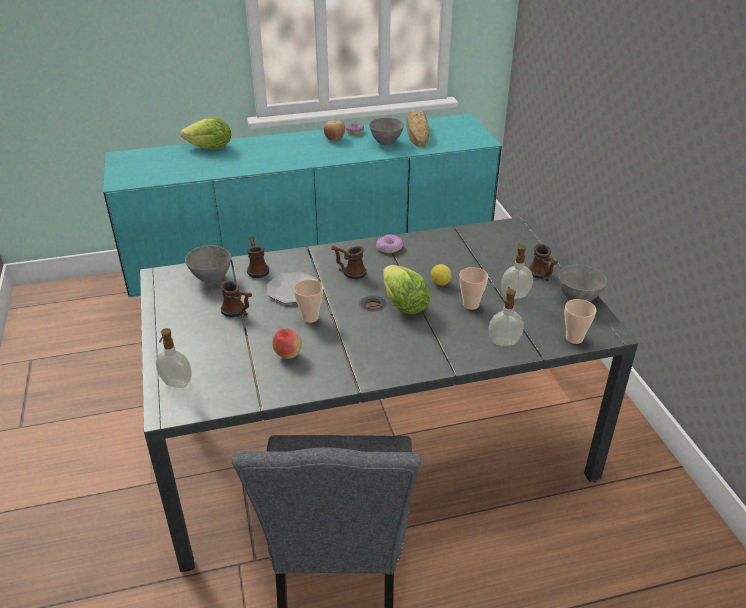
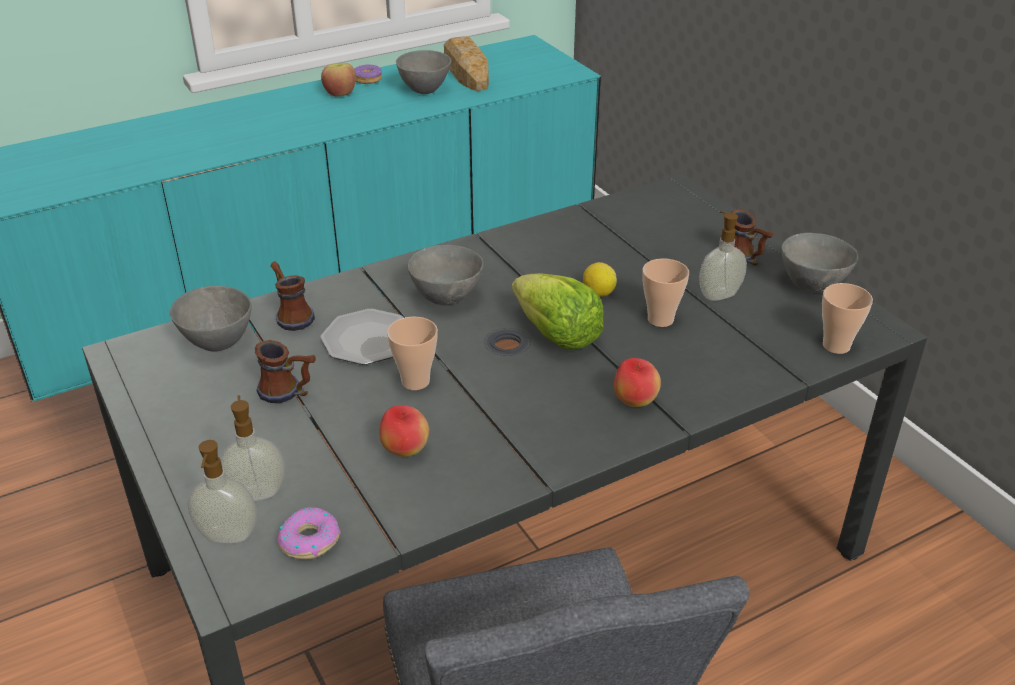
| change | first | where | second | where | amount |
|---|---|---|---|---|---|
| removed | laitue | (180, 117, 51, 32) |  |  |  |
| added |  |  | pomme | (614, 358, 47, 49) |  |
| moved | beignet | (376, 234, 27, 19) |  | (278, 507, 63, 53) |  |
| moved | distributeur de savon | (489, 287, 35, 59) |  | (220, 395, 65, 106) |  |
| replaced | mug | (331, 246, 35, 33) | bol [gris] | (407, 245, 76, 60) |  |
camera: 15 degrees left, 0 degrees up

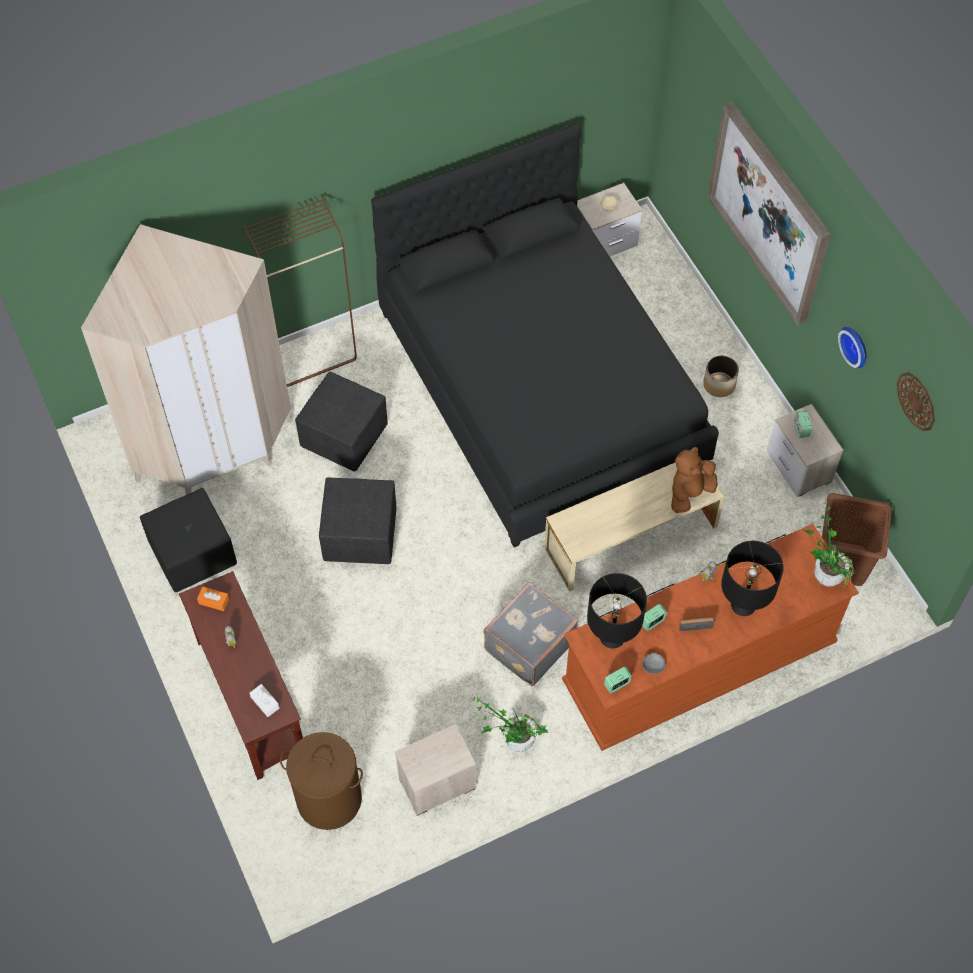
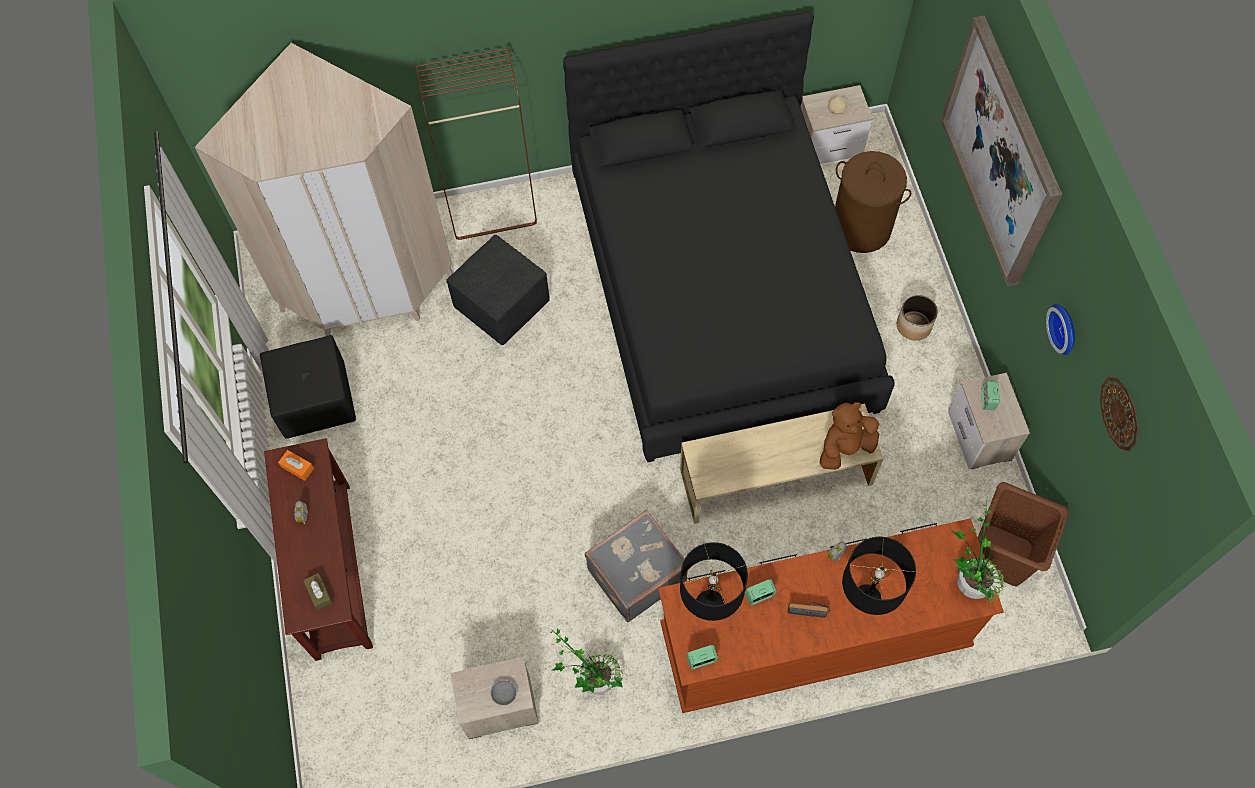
| change | first | where | second | where | amount |
|---|---|---|---|---|---|
| removed | pouf [noir] | (319, 477, 77, 87) |  |  |  |
| moved | panier à linge [marron] | (280, 732, 83, 98) |  | (835, 151, 76, 102) |  |
| moved | bol [gris] | (642, 653, 23, 21) |  | (491, 681, 25, 24) |  |
| recoloured | boîte à mouchoirs [blanc] | (250, 684, 30, 33) | boîte à mouchoirs [marron] | (303, 573, 30, 37) |  |
camera: 15 degrees right, 5 degrees up

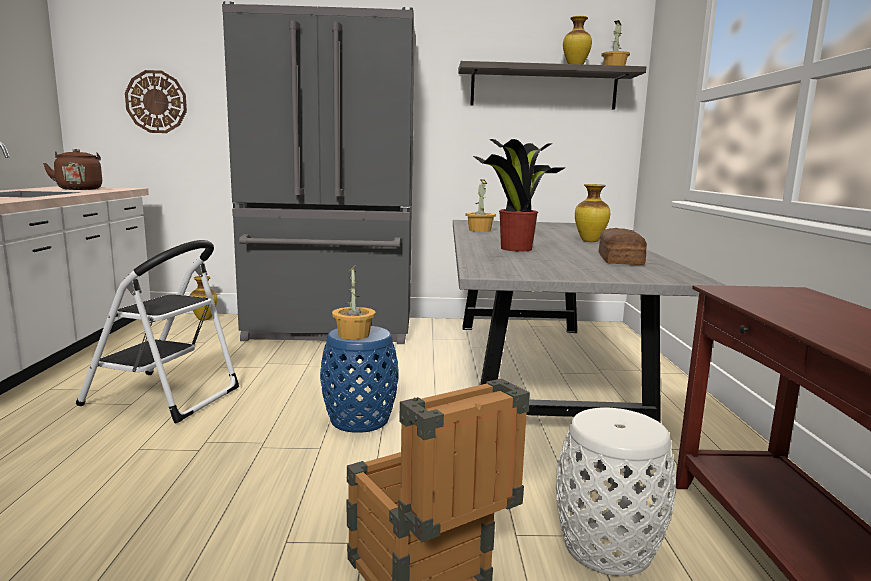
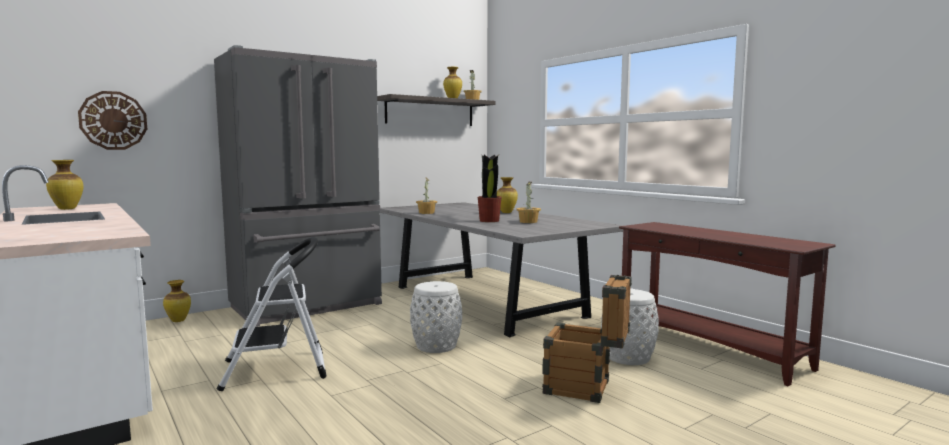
| change | first | where | second | where | amount |
|---|---|---|---|---|---|
| removed | pain | (599, 228, 48, 37) |  |  |  |
| moved | plante en pot | (332, 266, 44, 74) |  | (516, 182, 25, 41) |  |
| replaced | bouilloire [marron] | (43, 149, 59, 41) | vase | (46, 160, 37, 50) |  |
| recoloured | tabouret [bleu] | (320, 326, 79, 107) | tabouret [blanc] | (410, 281, 52, 72) |  |
camera: 35 degrees left, 5 degrees down

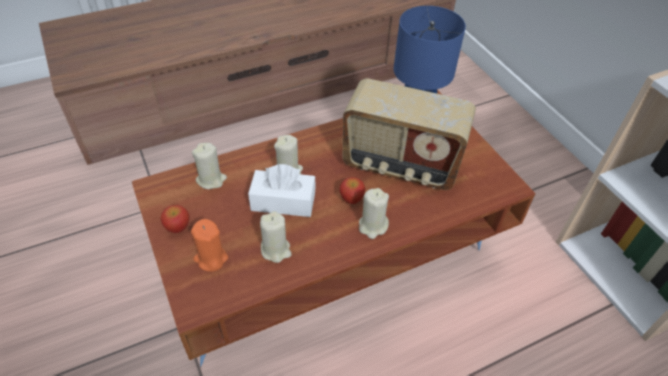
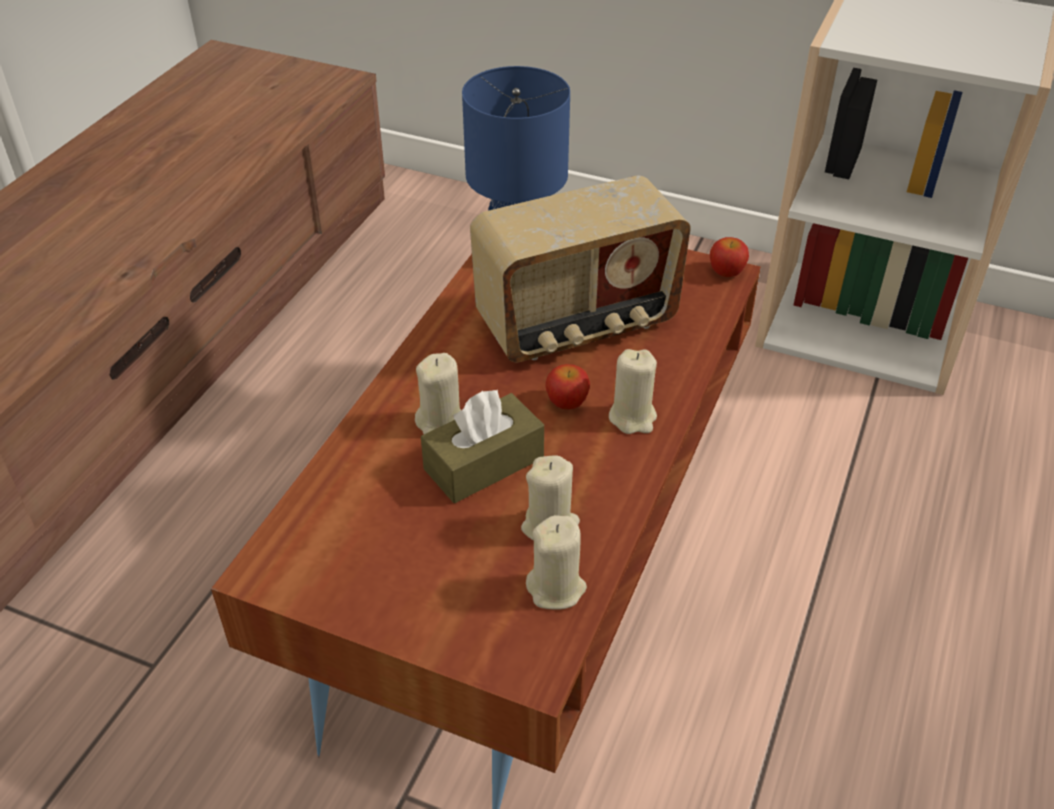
| change | first | where | second | where | amount |
|---|---|---|---|---|---|
| removed | bougie [orange] | (191, 219, 37, 53) |  |  |  |
| moved | pomme | (160, 205, 30, 28) |  | (710, 237, 39, 40) |  |
| moved | bougie [beige] | (192, 143, 35, 46) |  | (526, 515, 61, 95) |  |
| recoloured | boîte à mouchoirs [blanc] | (248, 164, 68, 53) | boîte à mouchoirs [marron] | (421, 390, 123, 113) |  |
camera: 40 degrees left, 5 degrees down

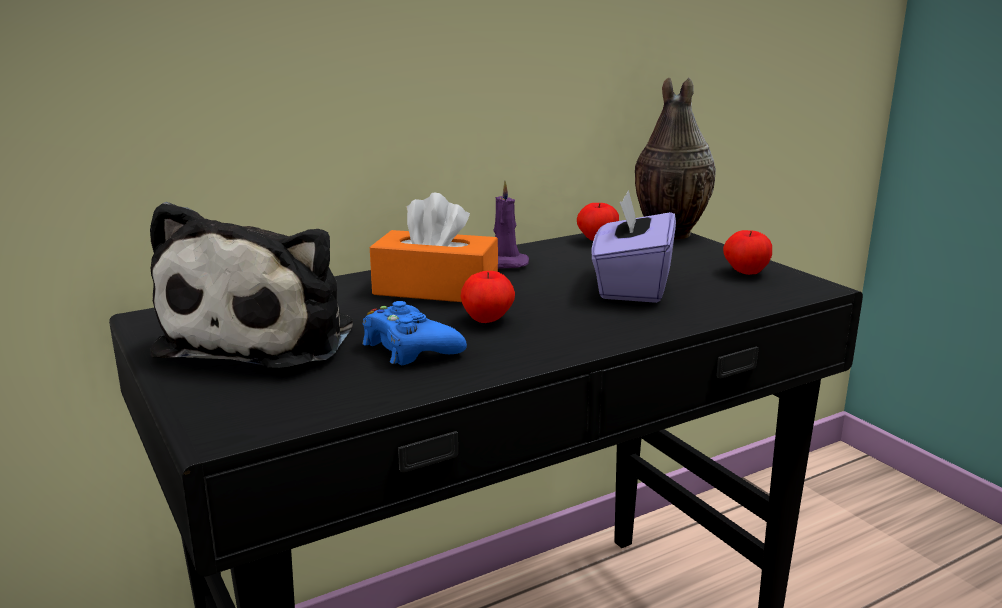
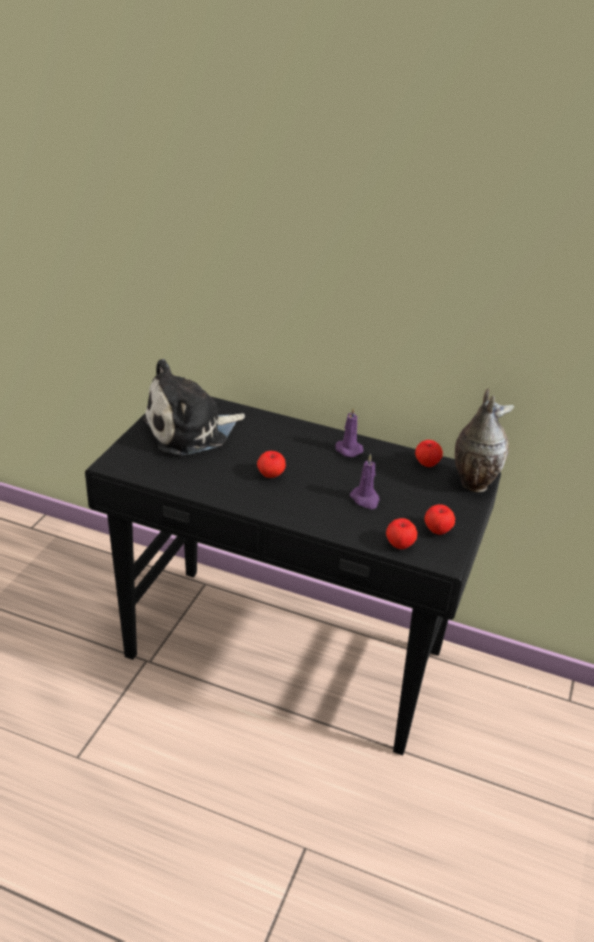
| change | first | where | second | where | amount |
|---|---|---|---|---|---|
| removed | manette [bleu] | (362, 301, 105, 64) |  |  |  |
| removed | boîte à mouchoirs [orange] | (370, 192, 128, 110) |  |  |  |
| added |  |  | pomme | (386, 518, 32, 31) |  |
| replaced | boîte à mouchoirs [violet] | (592, 190, 84, 113) | bougie [violet] | (350, 454, 30, 55) |  |
camera: 50 degrees right, 15 degrees up

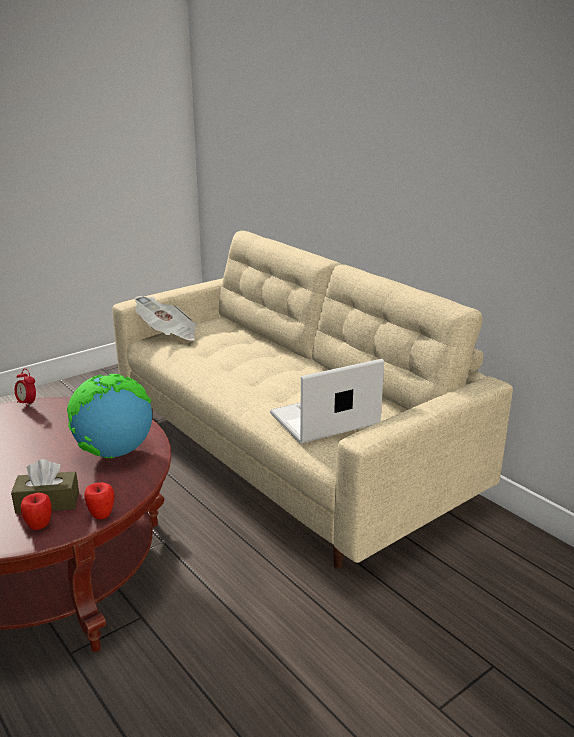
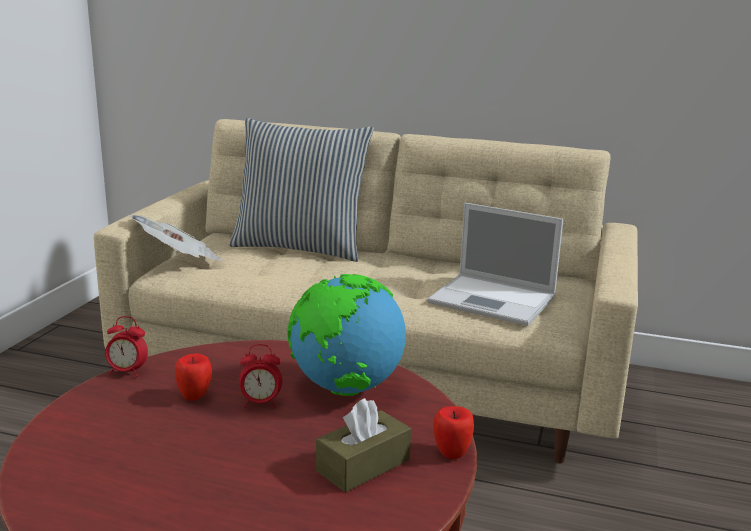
| change | first | where | second | where | amount |
|---|---|---|---|---|---|
| added |  |  | coussin | (229, 118, 145, 144) |  |
| added |  |  | réveil | (239, 344, 43, 64) |  |
| moved | pomme | (21, 493, 31, 37) |  | (175, 354, 37, 47) |  |
| turned | ordinateur portable | (270, 359, 114, 85) |  | (427, 203, 136, 123) | 90 degrees counterclockwise |
camera: 35 degrees left, 5 degrees down

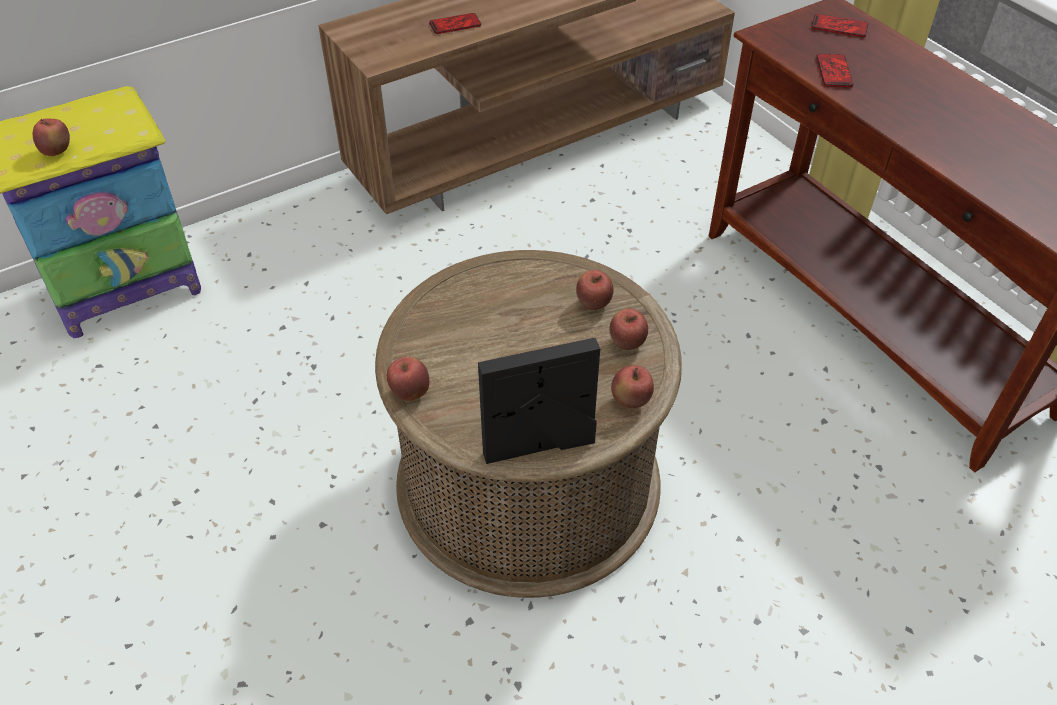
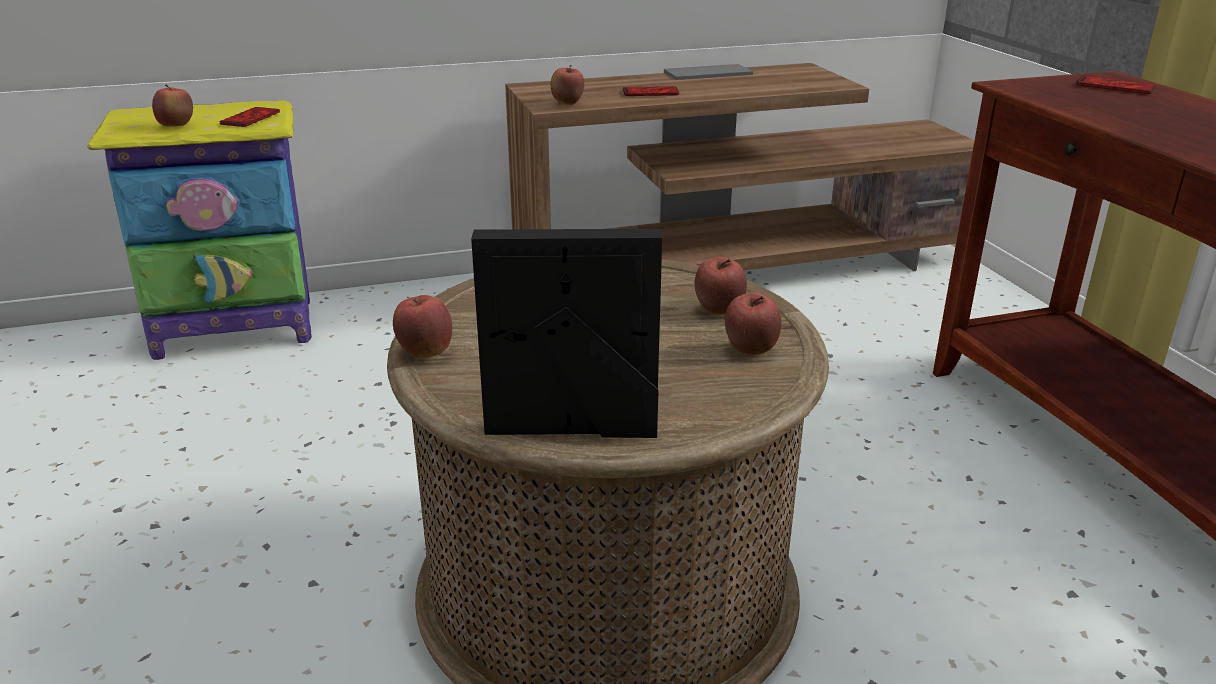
| change | first | where | second | where | amount |
|---|---|---|---|---|---|
| moved | pomme | (611, 365, 43, 43) |  | (551, 65, 33, 40) |  |
| moved | téléphone | (816, 54, 37, 33) |  | (220, 107, 60, 20) |  |
camera: 15 degrees right, 20 degrees down

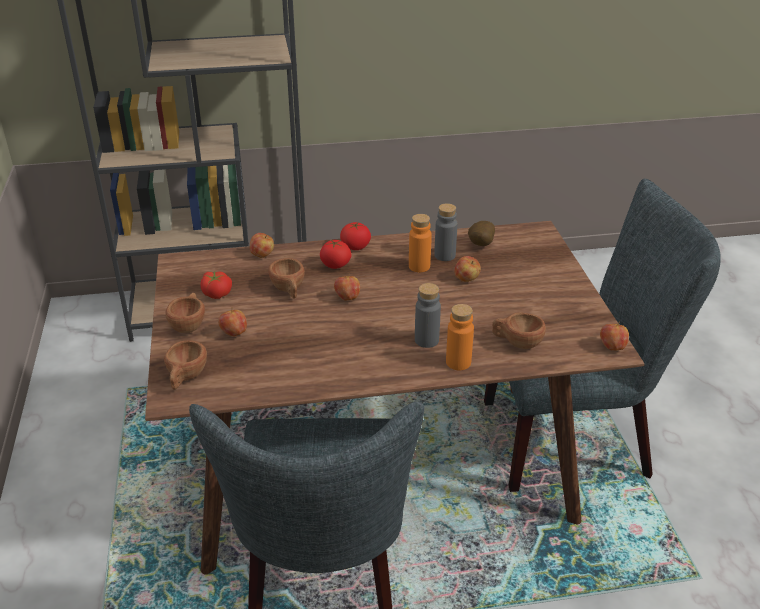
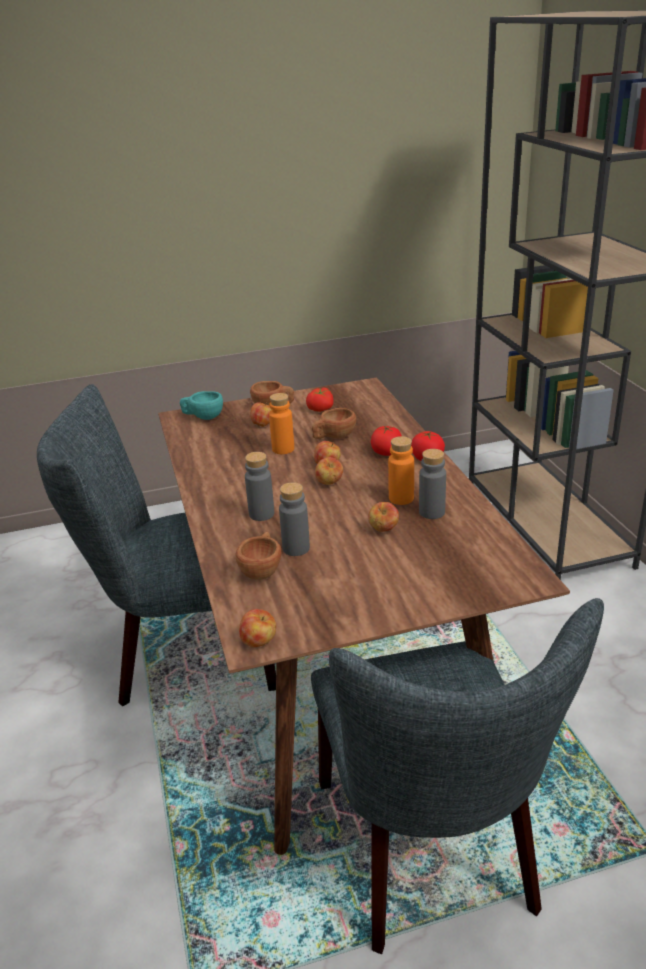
| change | first | where | second | where | amount |
|---|---|---|---|---|---|
| removed | pomme de terre | (468, 221, 27, 25) |  |  |  |
| added |  |  | bouteille [gris] | (279, 482, 31, 74) |  |
| moved | pomme | (250, 233, 24, 25) |  | (315, 457, 28, 28) |  |
| moved | bouteille [orange] | (446, 304, 28, 66) |  | (269, 393, 25, 61) |  |
| recoloured | tasse [marron] | (164, 340, 43, 50) | tasse [turquoise] | (180, 391, 43, 29) |  |
camera: 85 degrees right, 5 degrees down

